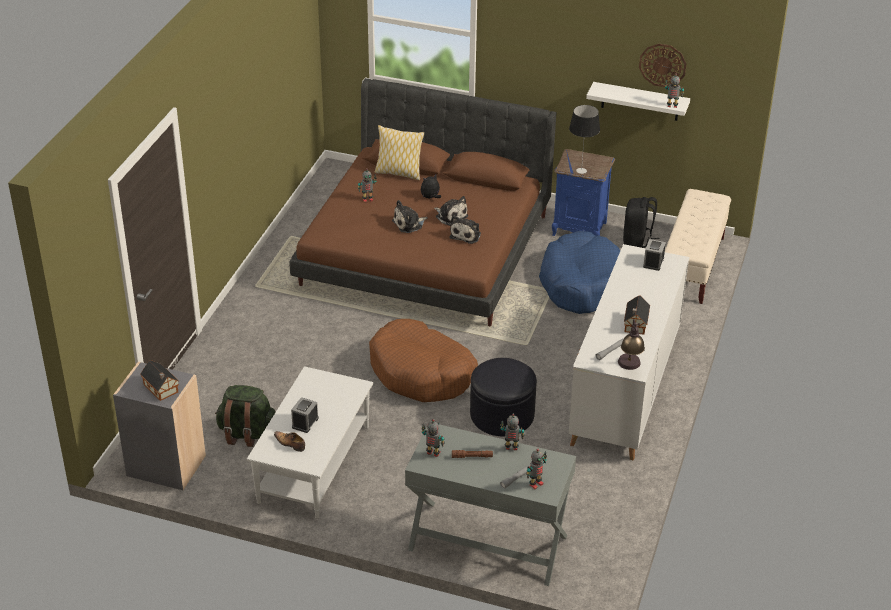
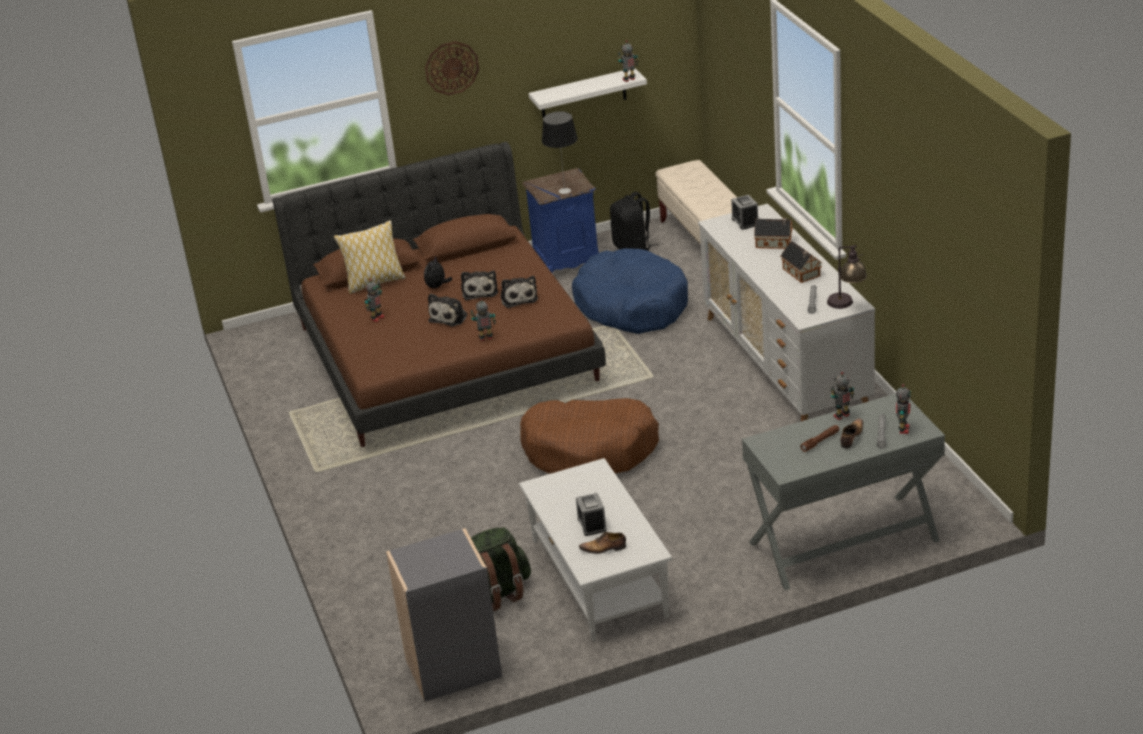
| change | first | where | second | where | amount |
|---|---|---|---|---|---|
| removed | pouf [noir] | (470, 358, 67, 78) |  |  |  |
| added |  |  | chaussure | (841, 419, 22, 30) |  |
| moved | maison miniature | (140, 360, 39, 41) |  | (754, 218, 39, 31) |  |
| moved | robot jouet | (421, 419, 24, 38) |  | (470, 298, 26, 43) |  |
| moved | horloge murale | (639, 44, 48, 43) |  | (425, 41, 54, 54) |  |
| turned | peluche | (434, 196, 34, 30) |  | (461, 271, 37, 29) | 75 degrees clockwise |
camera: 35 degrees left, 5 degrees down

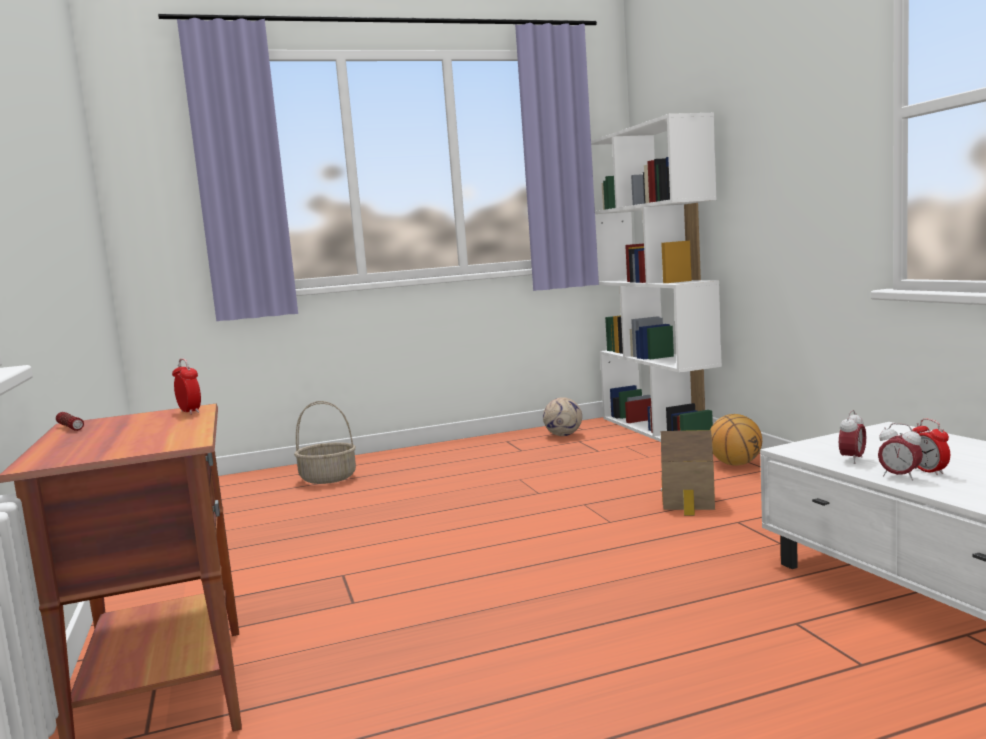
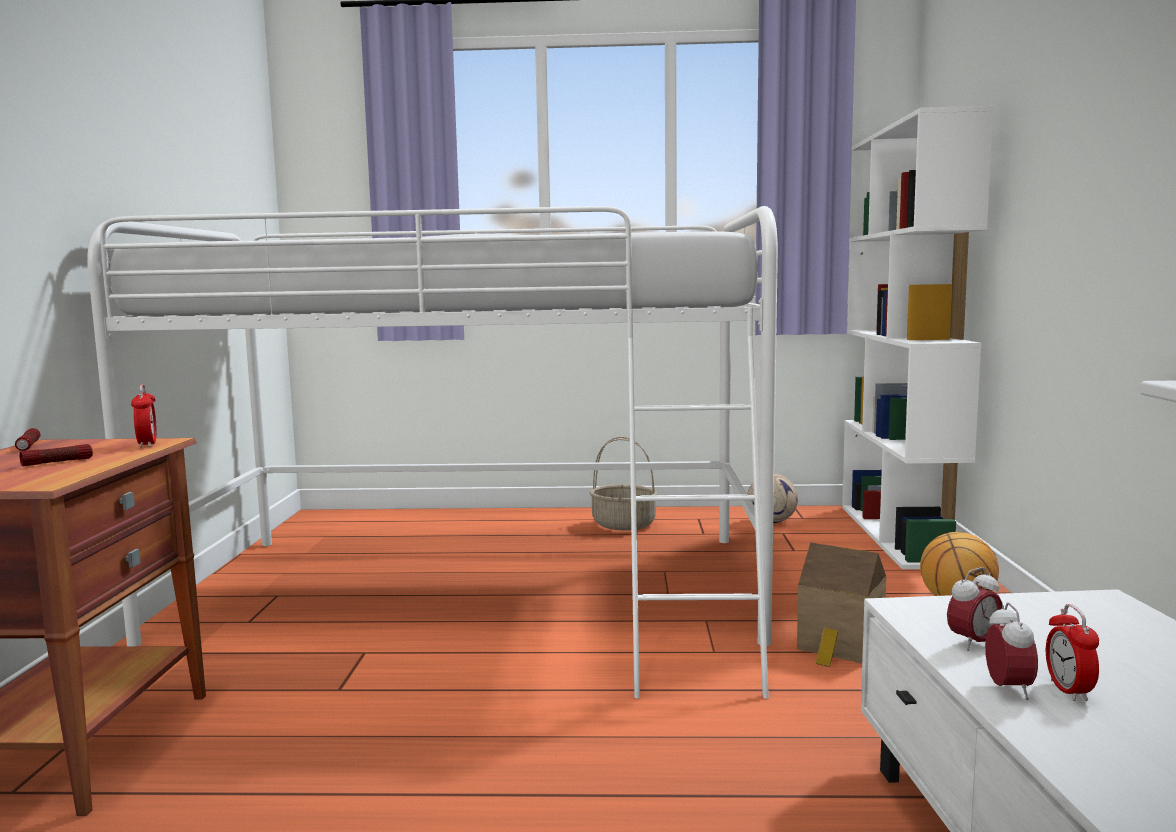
| change | first | where | second | where | amount |
|---|---|---|---|---|---|
| added |  |  | lampe de poche | (20, 444, 73, 22) |  |
| added |  |  | lit [blanc] | (87, 206, 691, 493) |  |
| moved | panier | (294, 401, 62, 83) |  | (589, 437, 69, 94) |  |
| turned | réveil | (878, 423, 45, 58) |  | (985, 602, 53, 98) | 150 degrees counterclockwise |
camera: 20 degrees right, 0 degrees up

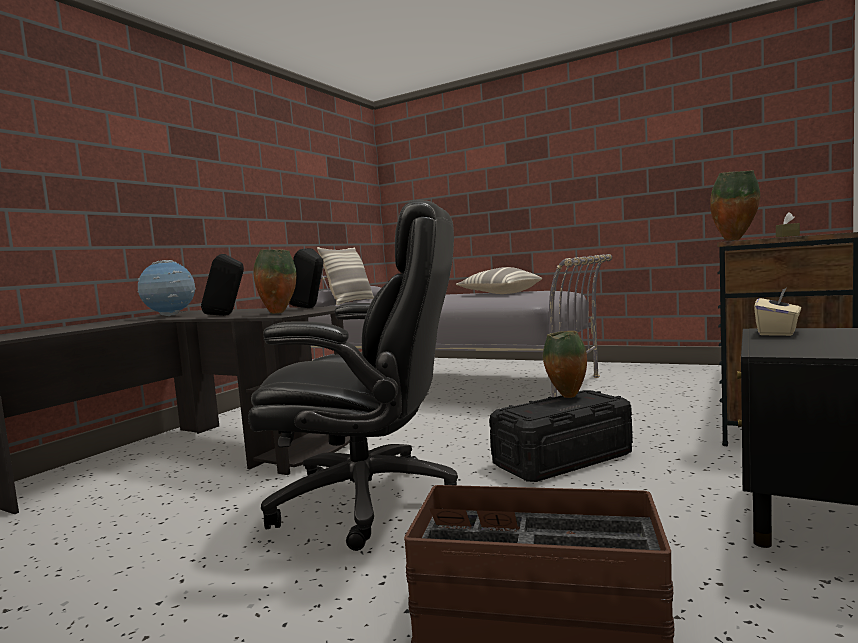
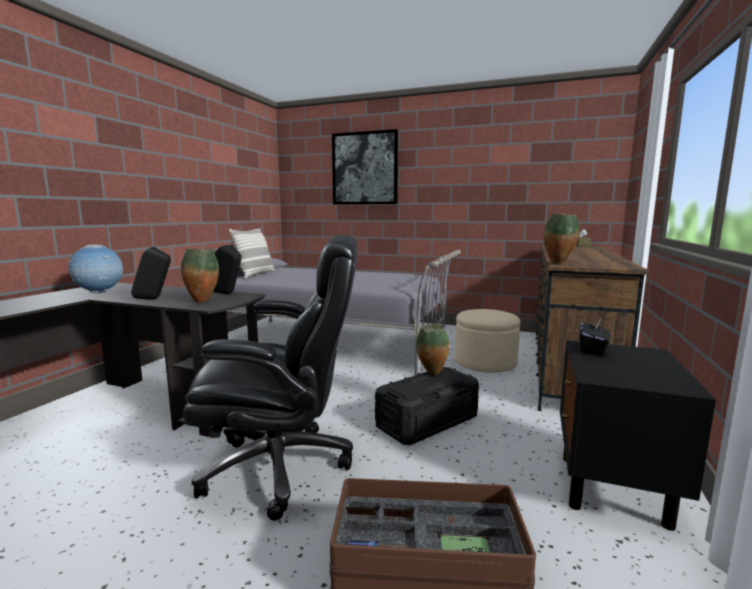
| change | first | where | second | where | amount |
|---|---|---|---|---|---|
| removed | coussin | (456, 267, 86, 27) |  |  |  |
| added |  |  | tableau | (332, 129, 66, 75) |  |
| added |  |  | pouf [beige] | (455, 309, 65, 64) |  |
| recoloured | boîte à mouchoirs [beige] | (754, 287, 47, 49) | boîte à mouchoirs [noir] | (580, 319, 31, 36) |  |
camera: 10 degrees left, 5 degrees up

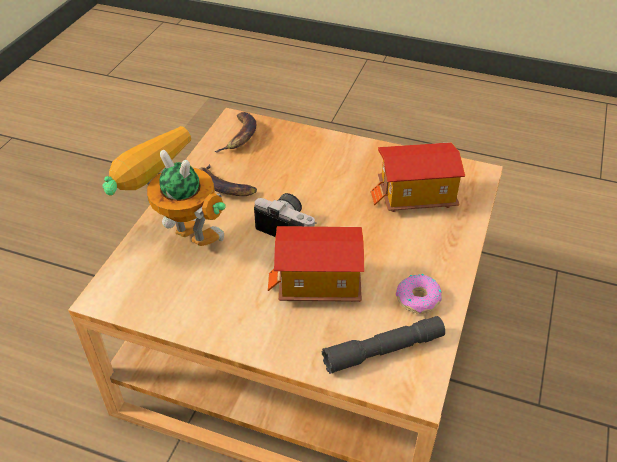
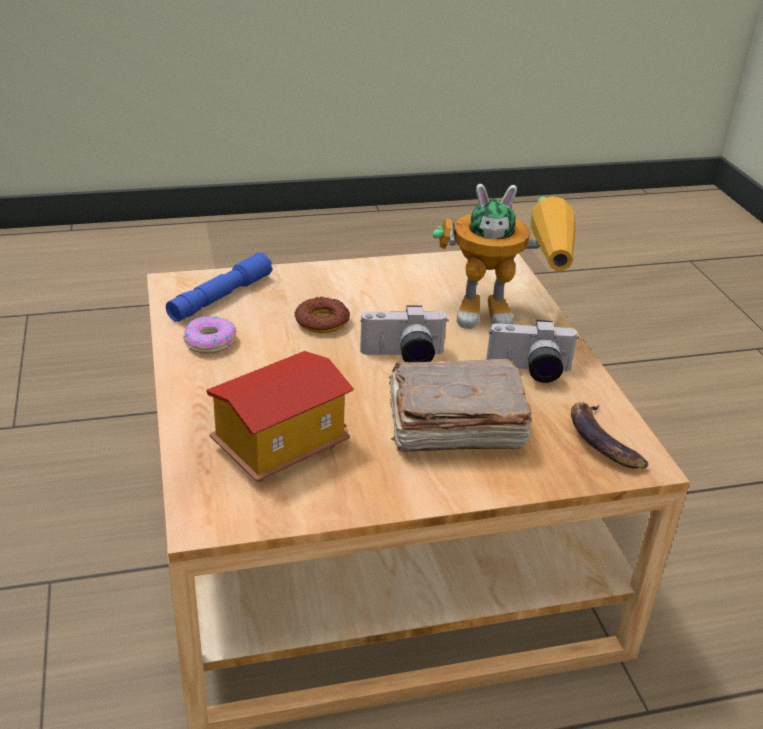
| change | first | where | second | where | amount |
|---|---|---|---|---|---|
| added |  |  | livre [marron] | (389, 359, 143, 93) |  |
| replaced | banane | (199, 164, 58, 32) | appareil photo | (486, 320, 93, 63) |  |
| replaced | maison miniature | (267, 226, 97, 76) | beignet | (294, 297, 56, 36) |  |
| recoloured | lampe de poche [gris] | (322, 316, 123, 58) | lampe de poche [bleu] | (166, 252, 107, 70) |  |
camera: 145 degrees right, 10 degrees down

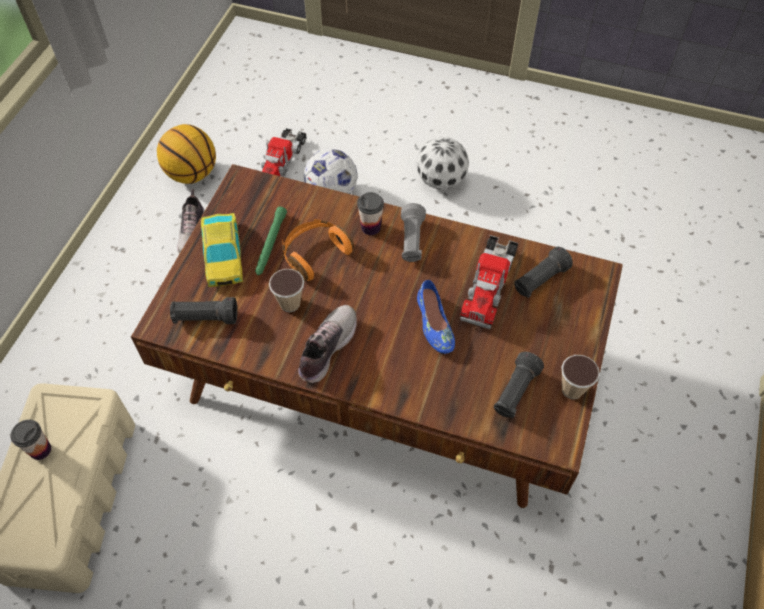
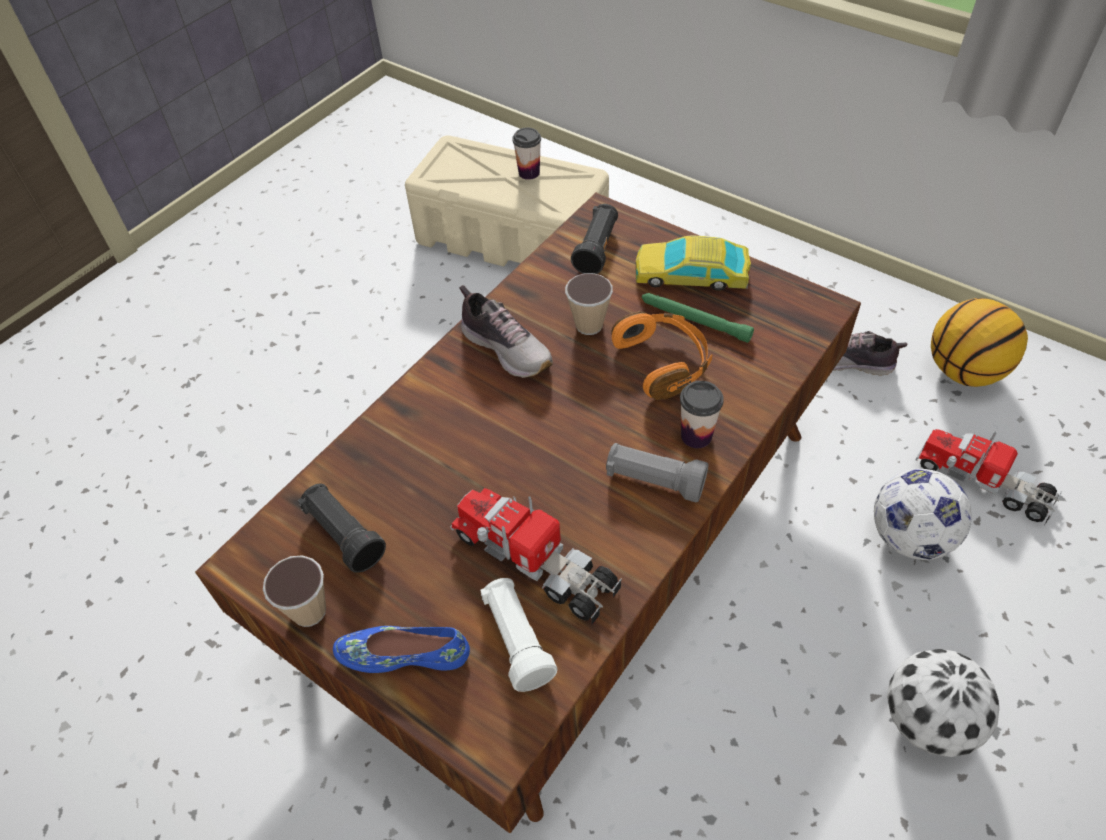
| change | first | where | second | where | amount |
|---|---|---|---|---|---|
| moved | chaussure [bleu] | (417, 280, 38, 74) |  | (333, 626, 137, 47) |  |
| recoloured | lampe de poche [noir] | (514, 247, 59, 51) | lampe de poche [blanc] | (480, 578, 77, 114) |  |
camera: 110 degrees right, 5 degrees down

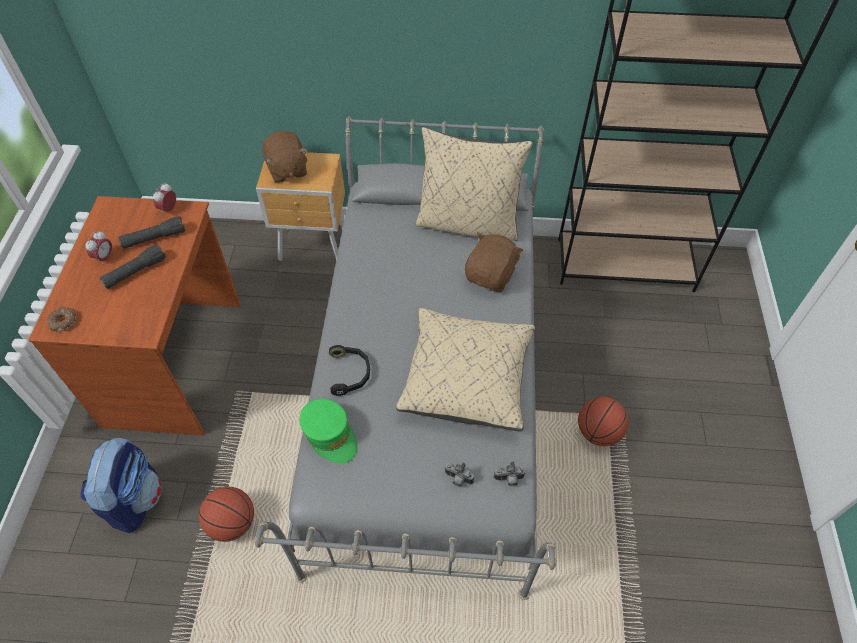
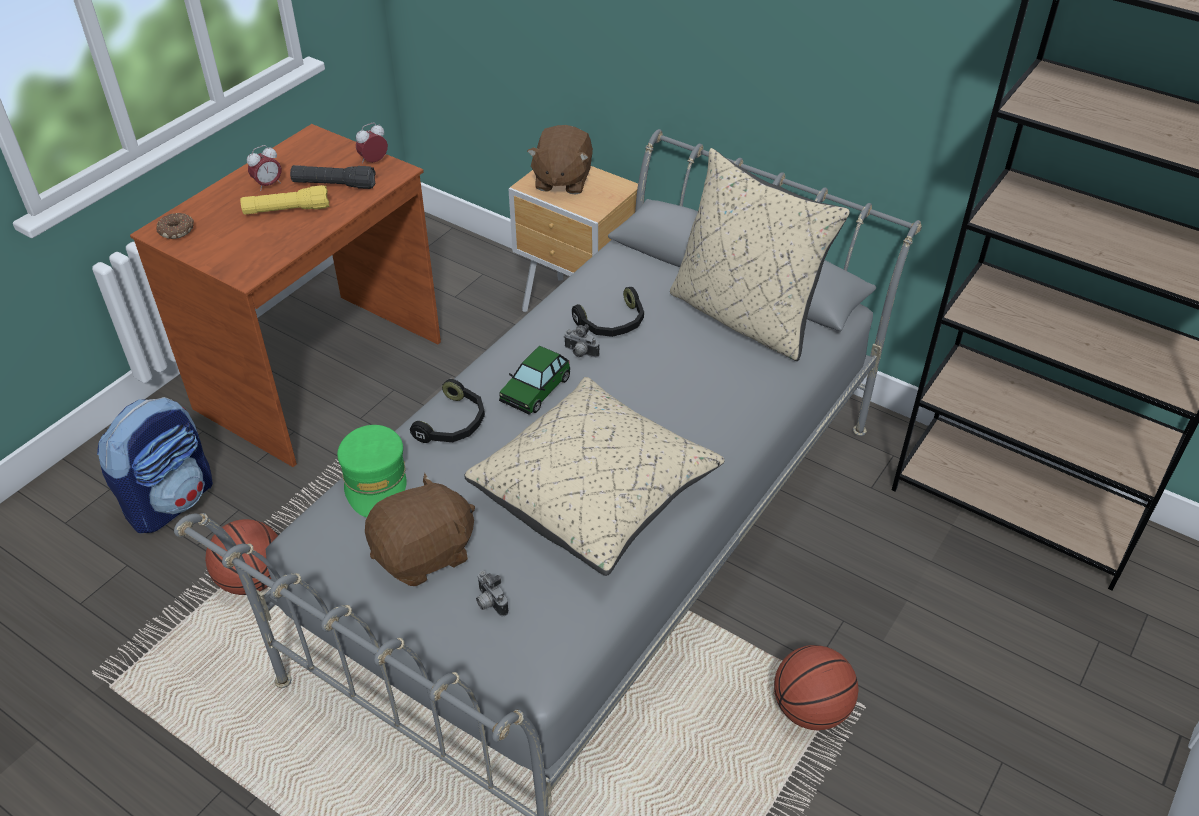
| change | first | where | second | where | amount |
|---|---|---|---|---|---|
| added |  |  | petite voiture | (499, 346, 71, 69) |  |
| added |  |  | casque audio [noir] | (572, 287, 72, 50) |  |
| moved | peluche [marron] | (465, 232, 58, 60) |  | (365, 473, 110, 113) |  |
| moved | appareil photo | (494, 462, 32, 24) |  | (564, 324, 35, 34) |  |
| recoloured | lampe de poche [noir] | (100, 244, 66, 45) | lampe de poche [jaune] | (240, 185, 90, 30) |  |
camera: 30 degrees right, 10 degrees down

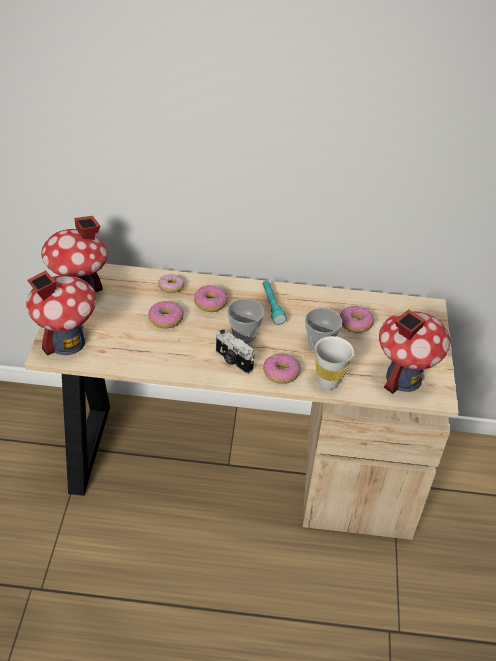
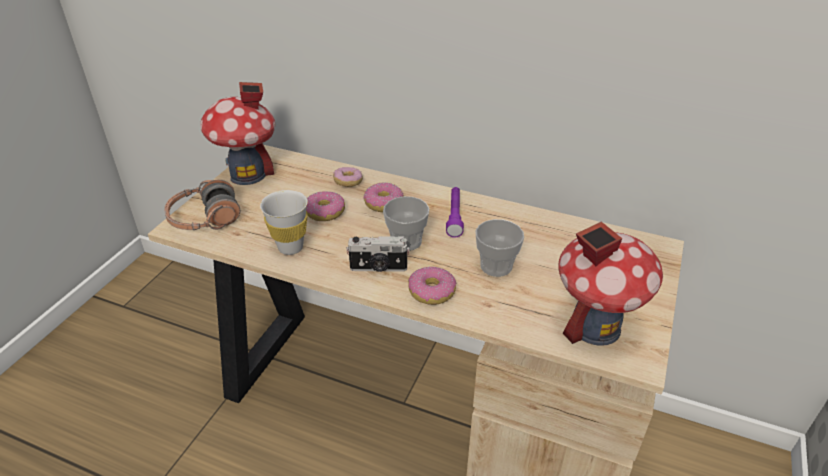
| change | first | where | second | where | amount |
|---|---|---|---|---|---|
| removed | beignet | (340, 306, 34, 27) |  |  |  |
| moved | tasse [blanc] | (315, 336, 39, 53) |  | (260, 190, 48, 65) |  |
| replaced | maison miniature | (26, 270, 70, 86) | casque audio | (164, 180, 76, 50) |  |
| recoloured | lampe de poche [turquoise] | (263, 281, 24, 44) | lampe de poche [violet] | (446, 187, 18, 51) |  |
| turned | appareil photo | (216, 329, 39, 45) |  | (346, 236, 64, 36) | 60 degrees counterclockwise |
camera: 20 degrees right, 5 degrees down

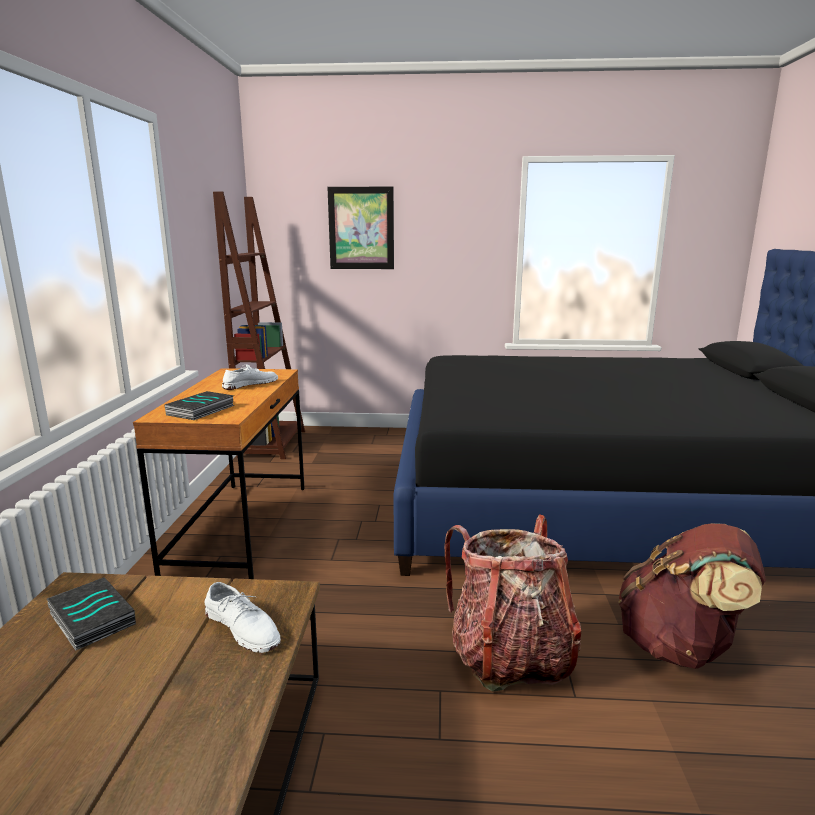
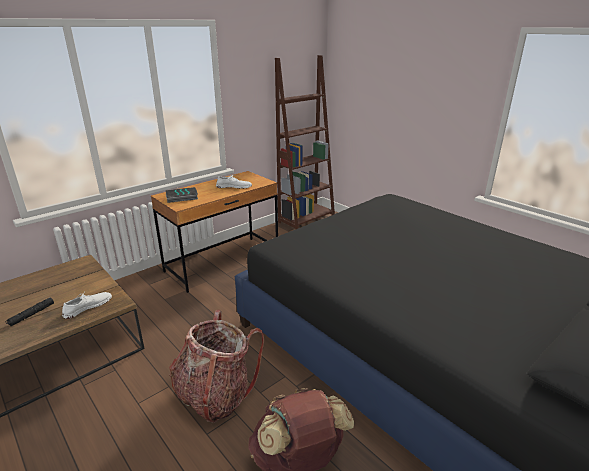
| change | first | where | second | where | amount |
|---|---|---|---|---|---|
| removed | livre | (47, 577, 89, 74) |  |  |  |
| removed | tableau | (327, 187, 67, 82) |  |  |  |
| added |  |  | lampe de poche [noir] | (5, 297, 49, 29) |  |
| turned | chaussure [blanc] | (204, 582, 77, 71) |  | (62, 292, 50, 27) | 135 degrees counterclockwise |
camera: 45 degrees right, 10 degrees up

